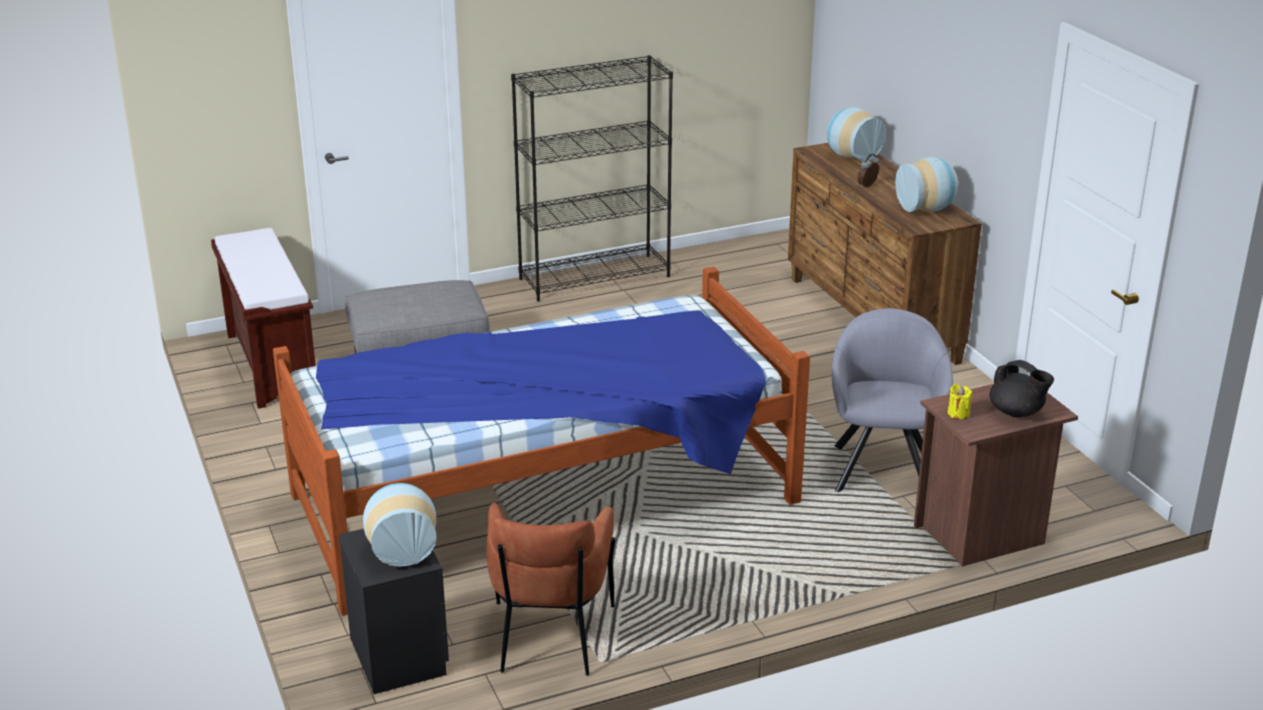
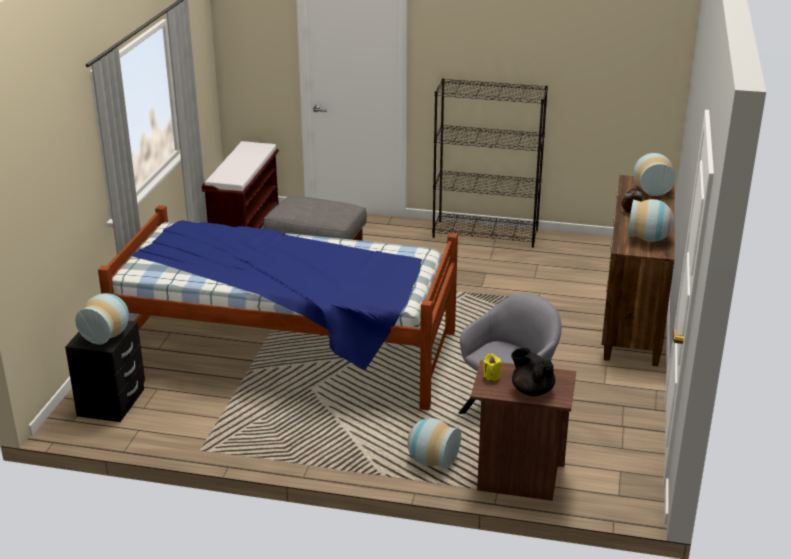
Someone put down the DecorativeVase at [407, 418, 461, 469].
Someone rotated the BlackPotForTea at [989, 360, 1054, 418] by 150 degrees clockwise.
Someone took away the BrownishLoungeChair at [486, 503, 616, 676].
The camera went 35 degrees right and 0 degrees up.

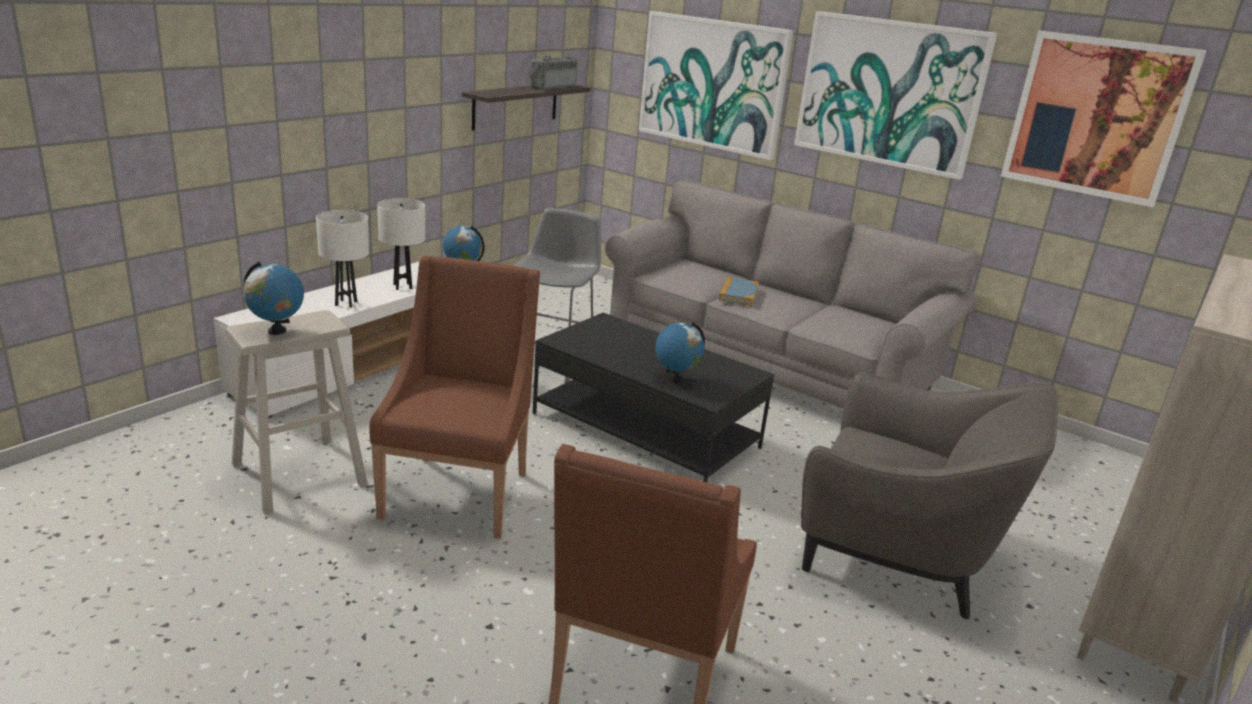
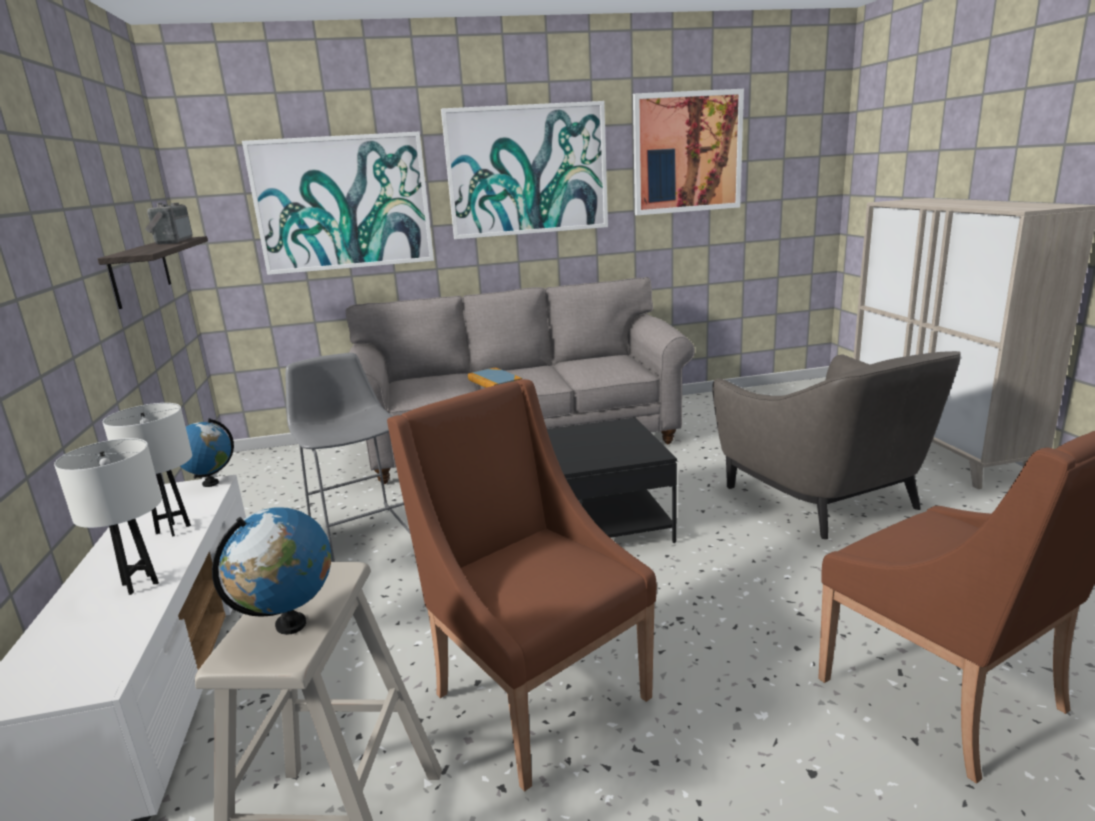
Someone rotated the GreyLoungeChair at [801, 372, 1058, 619] by 90 degrees clockwise.
Someone took away the WorldGlobe at [656, 322, 705, 383].
The camera went 45 degrees left and 5 degrees down.

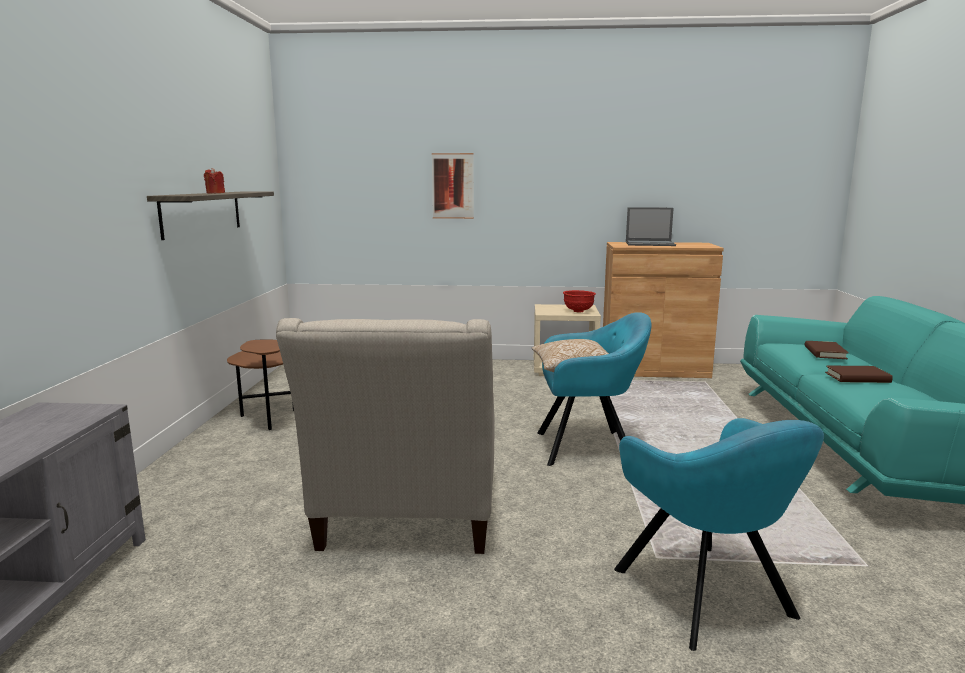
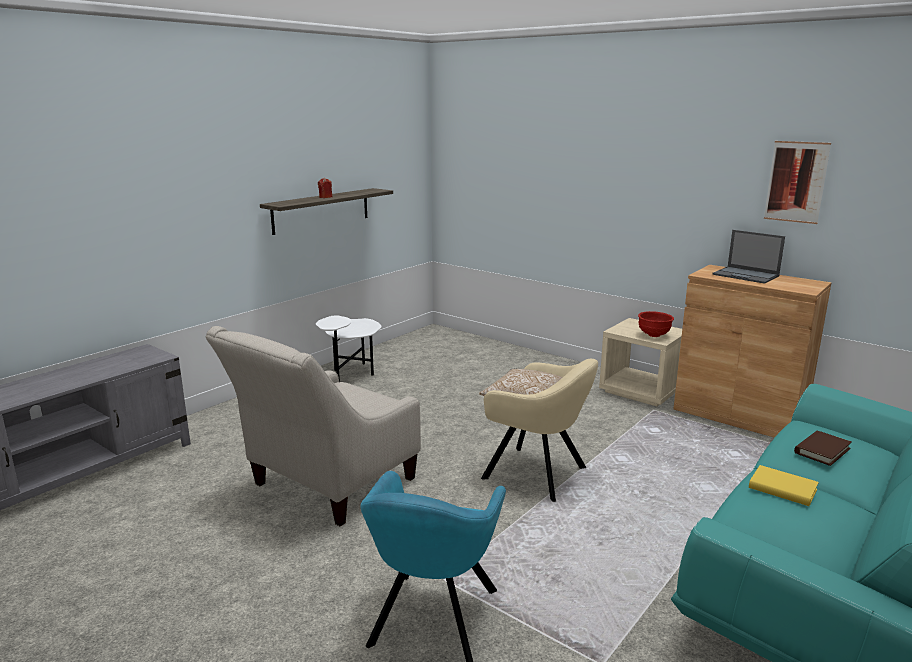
Someone repainted the BrownishSideTable at [227, 340, 294, 430], which became the WhitishSideTable at [316, 315, 382, 382].
Someone repainted the TurquoiseLoungeChair at [537, 312, 651, 466], which became the BeigeLoungeChair at [481, 359, 598, 502].
Someone repainted the BrownishBoundBook at [825, 366, 893, 383], which became the YellowColouredBoundBook at [749, 465, 819, 506].
Someone carried the WallArt from [432, 153, 474, 219] to [764, 141, 831, 224].
The camera went 35 degrees right and 5 degrees up.

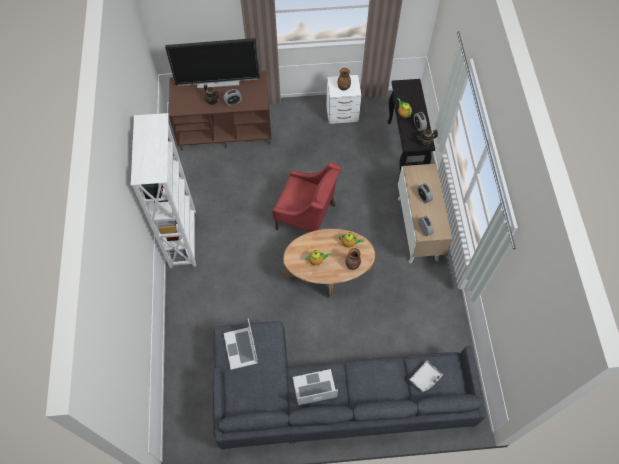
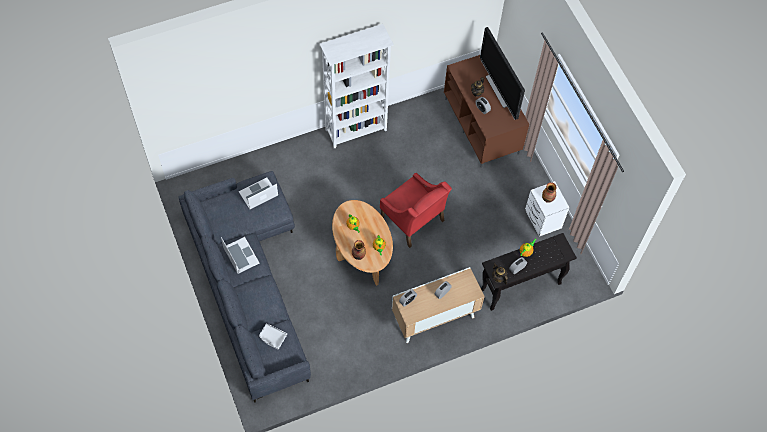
Someone rotated the ReddishLoungeChair at [272, 162, 342, 232] by 45 degrees counterclockwise.
The camera went 70 degrees right and 0 degrees up.

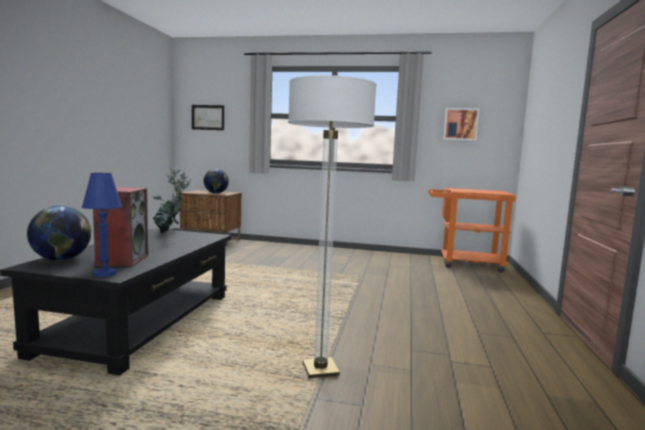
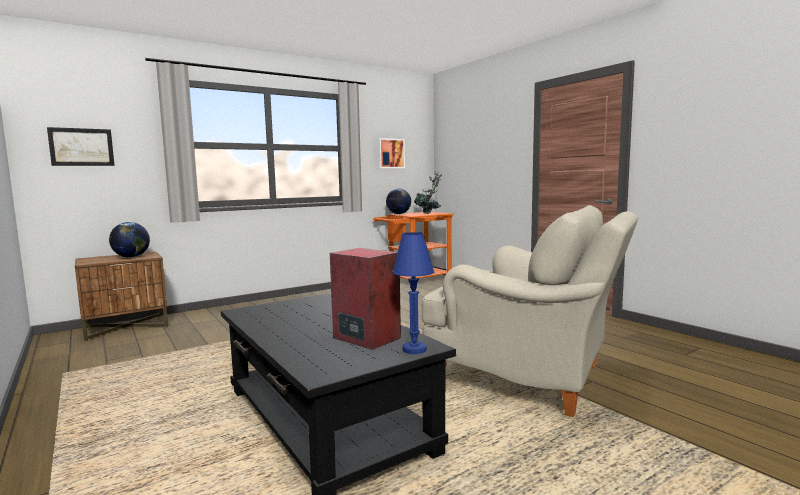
Someone carried the WorldGlobe from [27, 206, 91, 260] to [386, 188, 411, 214].
Someone carried the PottedPlant from [152, 167, 191, 233] to [414, 171, 443, 214].
Someone swapped the FloorLamp at [288, 75, 376, 378] for the BeigeLoungeChair at [422, 205, 638, 417].
The camera went 45 degrees left and 0 degrees up.

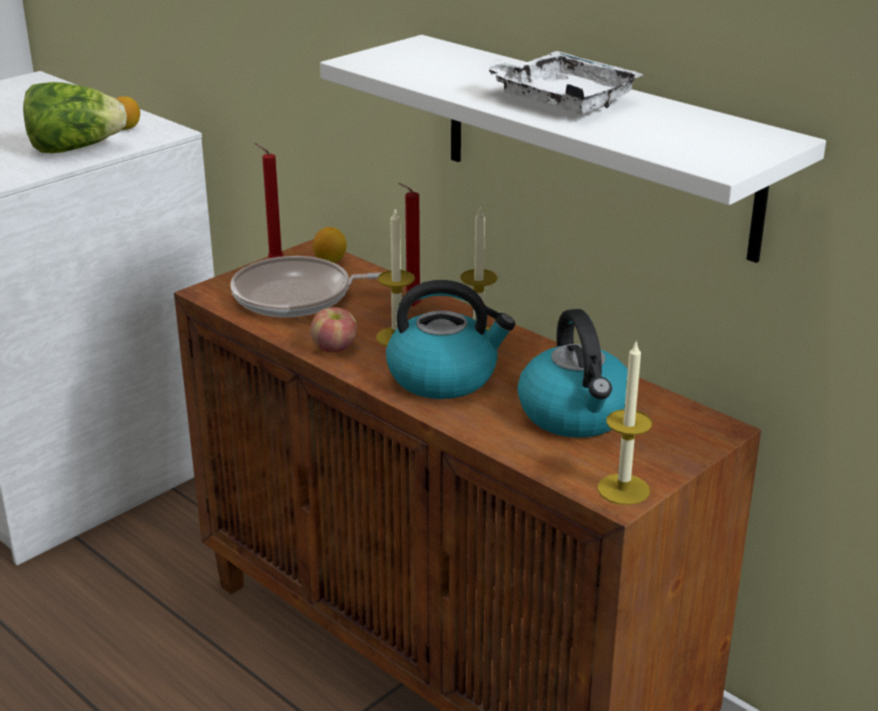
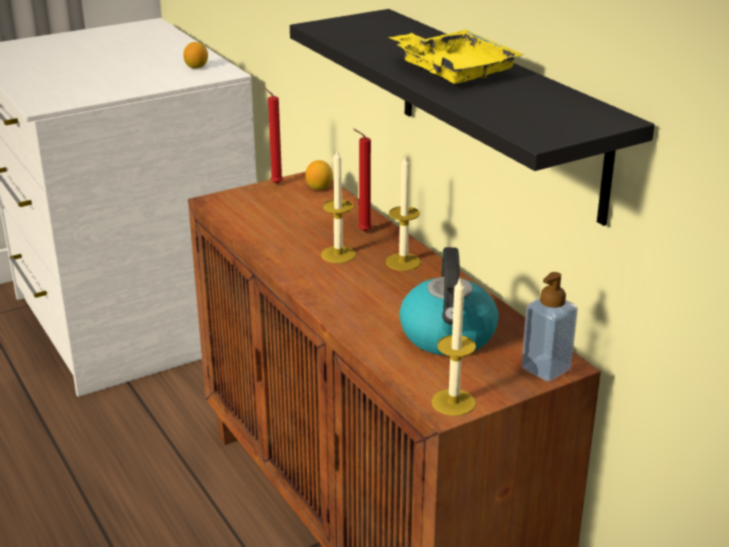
Someone repainted the WhitishShelf at [320, 35, 826, 263], which became the BlackShelf at [290, 9, 655, 226].
Someone repainted the WhitishTray at [475, 51, 646, 114], which became the YellowColouredTray at [389, 30, 524, 84].
Someone put down the LiquidSoapBottle at [521, 272, 578, 382].
Someone took away the LettuceHead at [23, 82, 127, 153].
Someone took away the Pan at [230, 256, 383, 317].
Someone took away the WholeApple at [310, 307, 357, 353].
Someone took away the Kettle at [386, 280, 515, 399].
The camera went 15 degrees right and 0 degrees up.

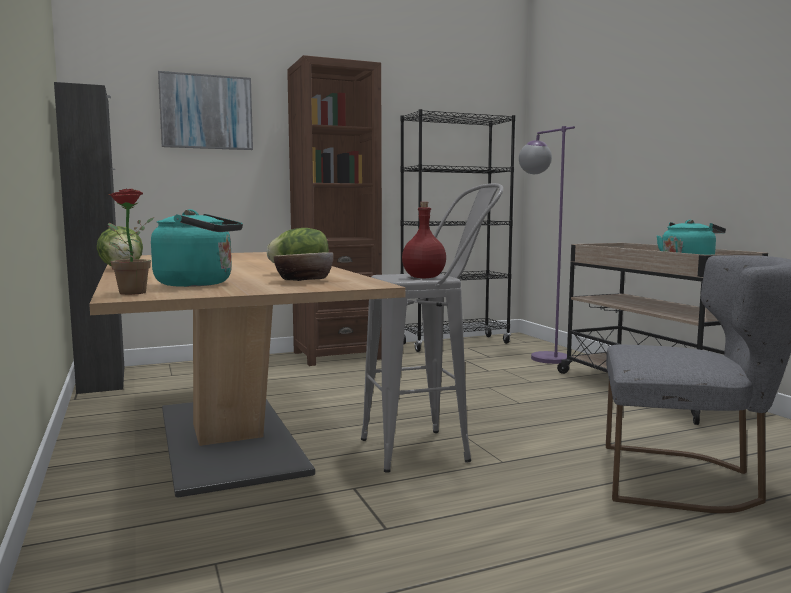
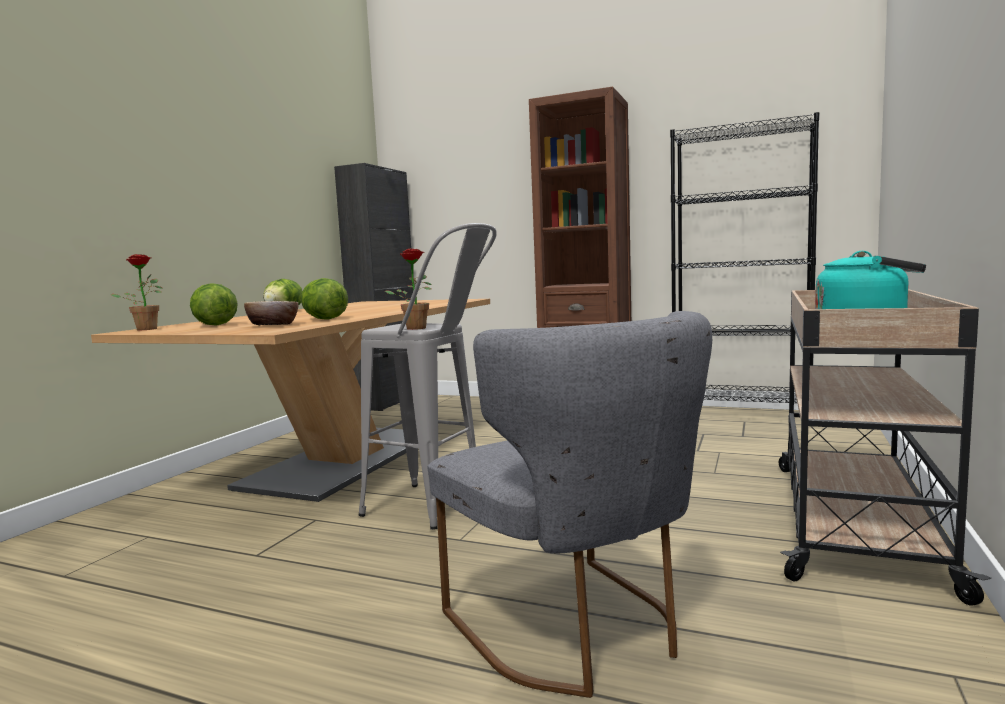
Someone swapped the TurquoiseKettle at [151, 209, 243, 287] for the LettuceHead at [190, 283, 238, 325].
Someone swapped the ReddishBottle at [402, 202, 446, 279] for the PottedPlant at [385, 249, 432, 330].
Someone took away the WallArt at [158, 71, 253, 150].
Someone took away the PurpleFloorLamp at [519, 126, 575, 364].
The camera went 45 degrees right and 0 degrees up.

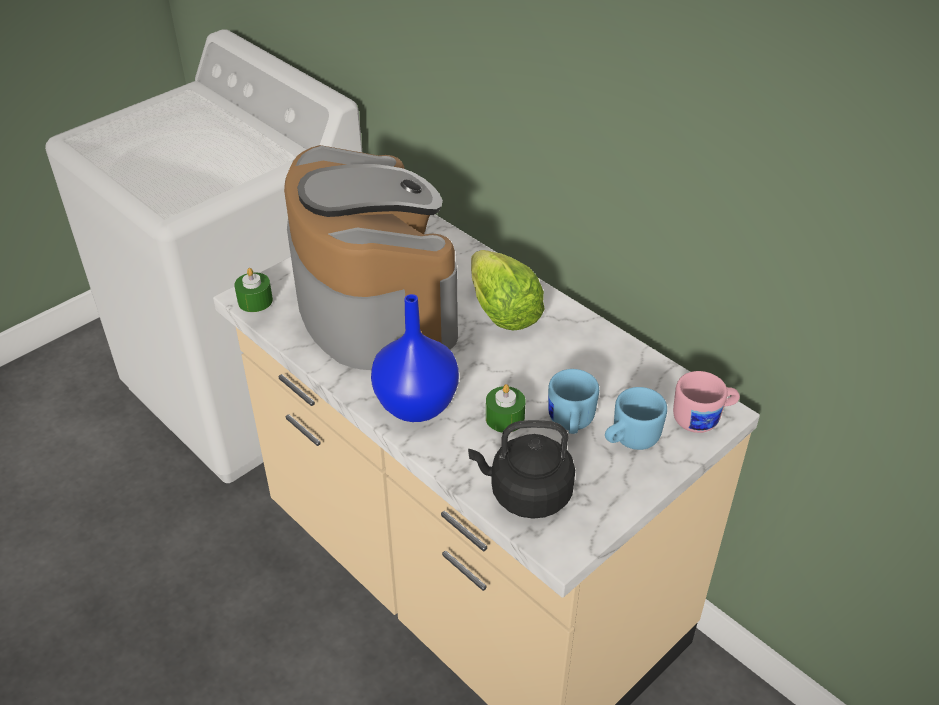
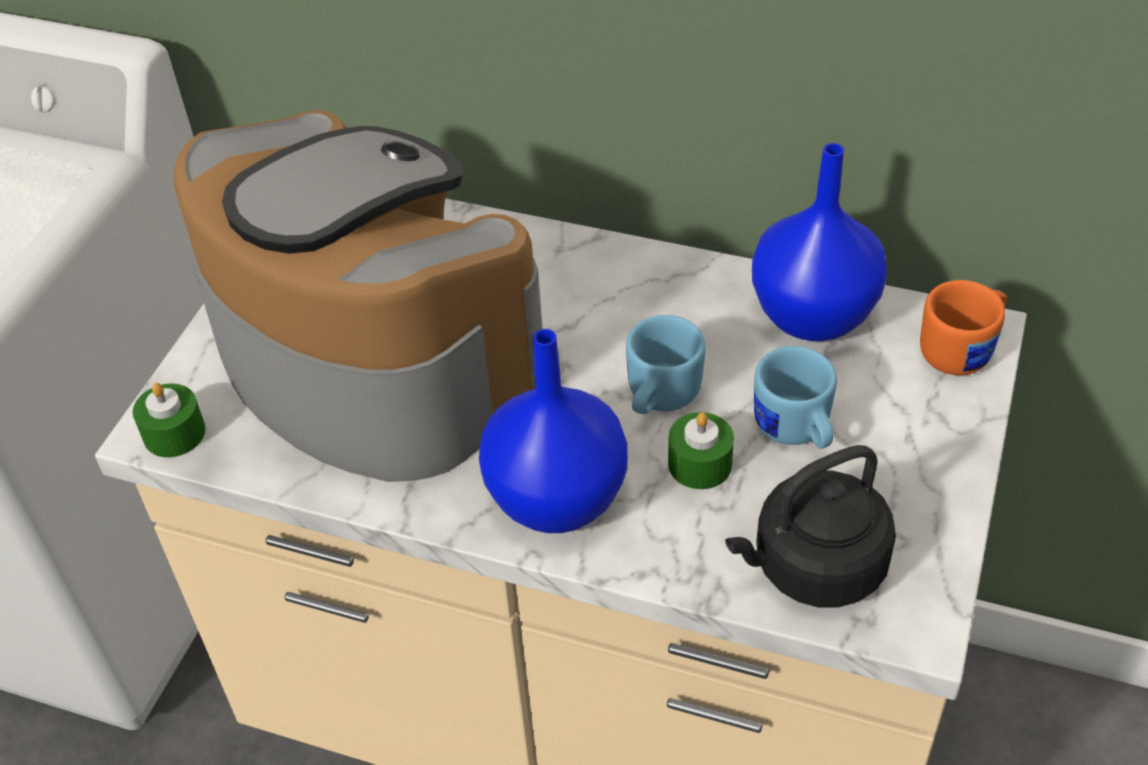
Someone carried the BlueColouredMug from [605, 387, 667, 450] to [626, 315, 706, 414].
Someone put down the BlueColouredDecorativeVase at [752, 143, 887, 341].
Someone repainted the PinkColouredMug at [673, 371, 740, 433], which became the OrangeColouredMug at [920, 280, 1007, 375].
Someone took away the LettuceHead at [471, 250, 544, 331].
The camera went 25 degrees left and 5 degrees up.

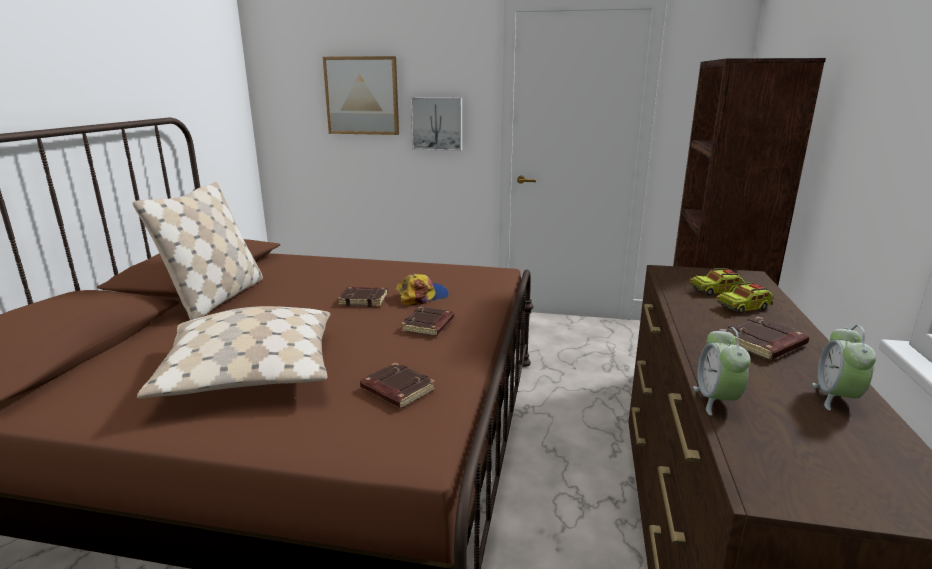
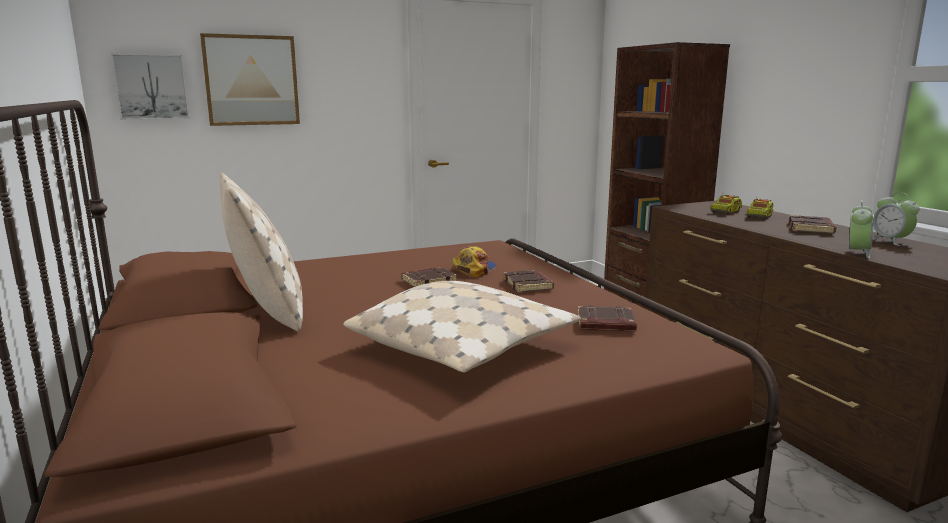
Someone carried the WallArt from [410, 97, 462, 151] to [111, 53, 190, 120].
Someone rotated the TableClock at [693, 327, 751, 416] by 120 degrees counterclockwise.
The camera went 35 degrees left and 5 degrees down.

